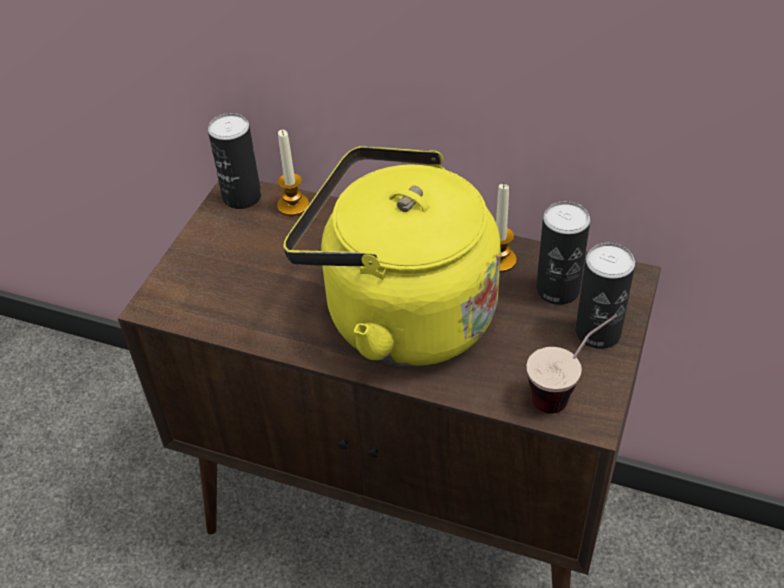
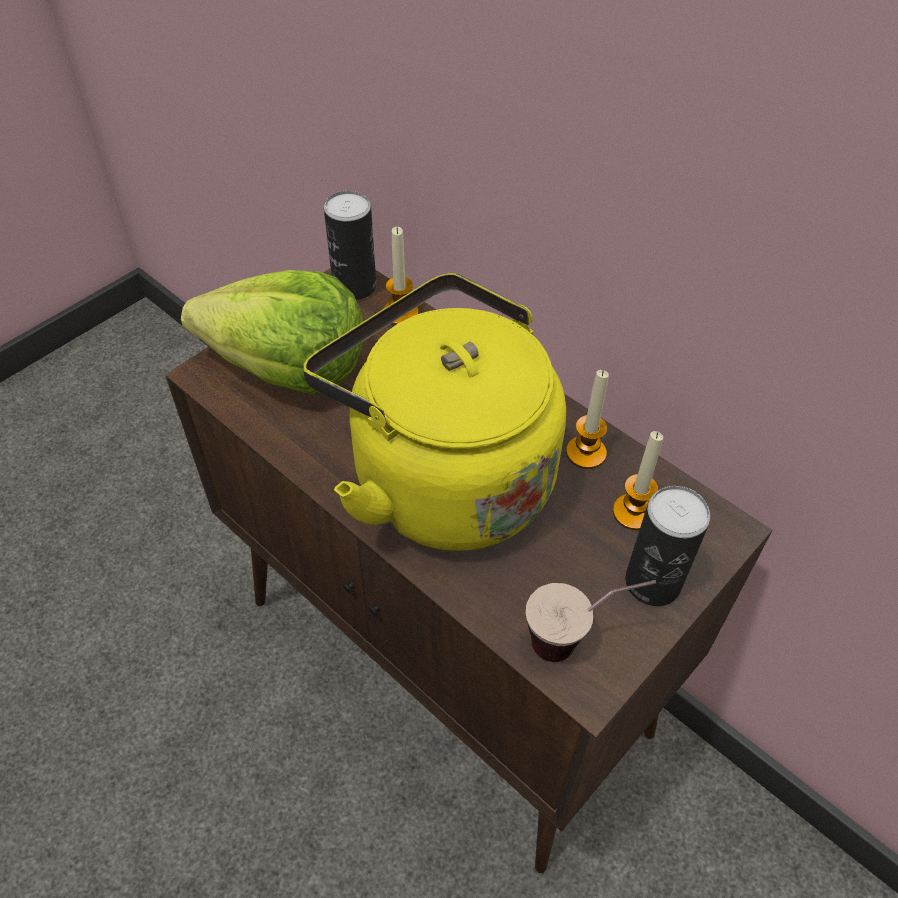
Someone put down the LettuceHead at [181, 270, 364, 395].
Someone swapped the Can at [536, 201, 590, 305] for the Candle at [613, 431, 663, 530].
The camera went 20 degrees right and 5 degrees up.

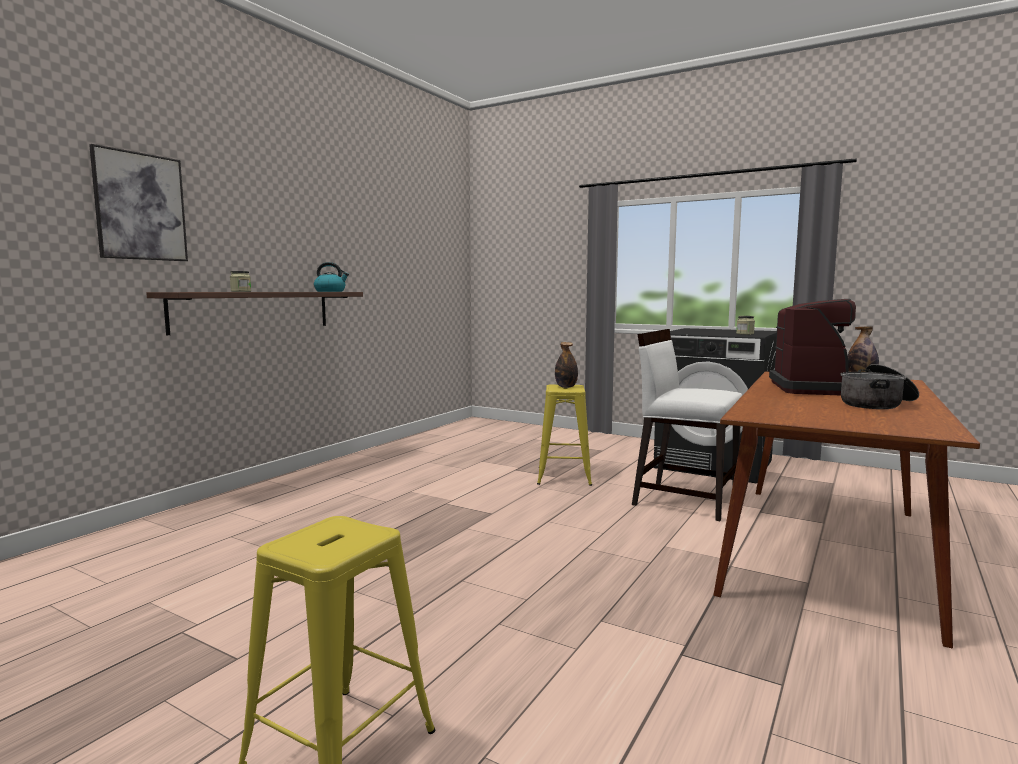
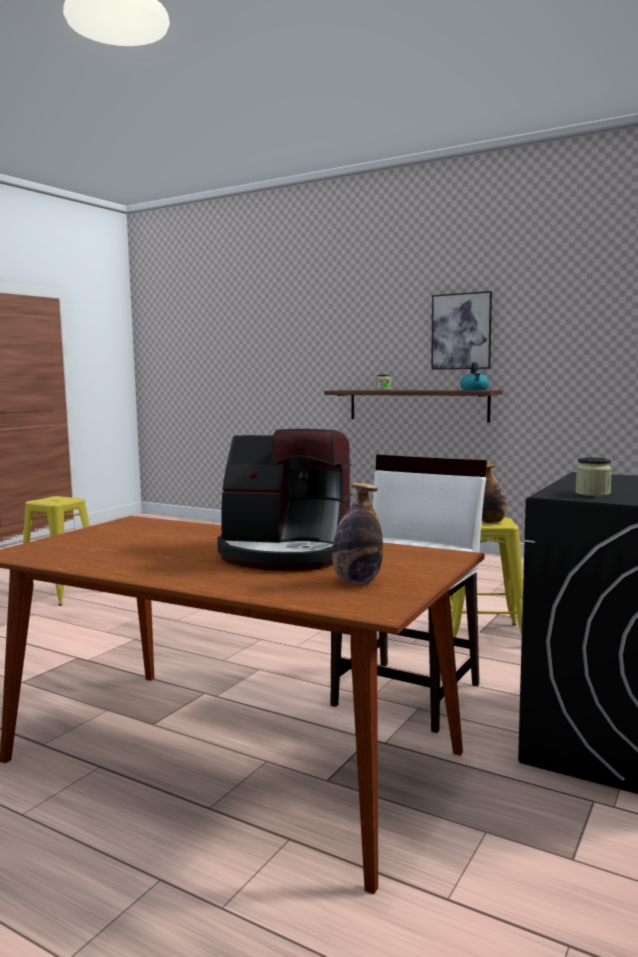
Someone carried the WallArt from [89, 144, 188, 261] to [431, 291, 492, 370].
Someone took away the CookingPot at [841, 364, 919, 409].
The camera went 90 degrees right and 0 degrees up.

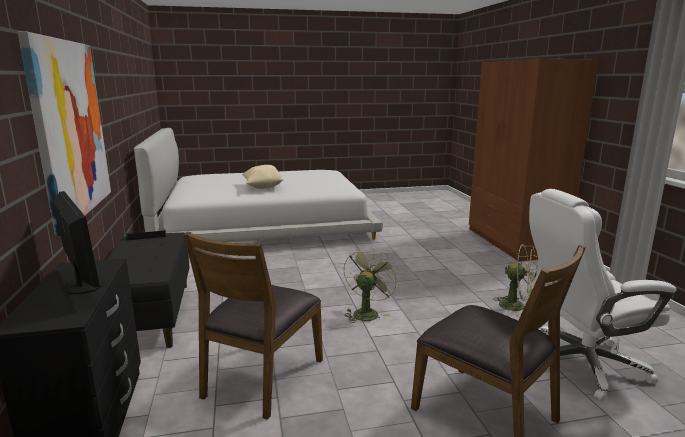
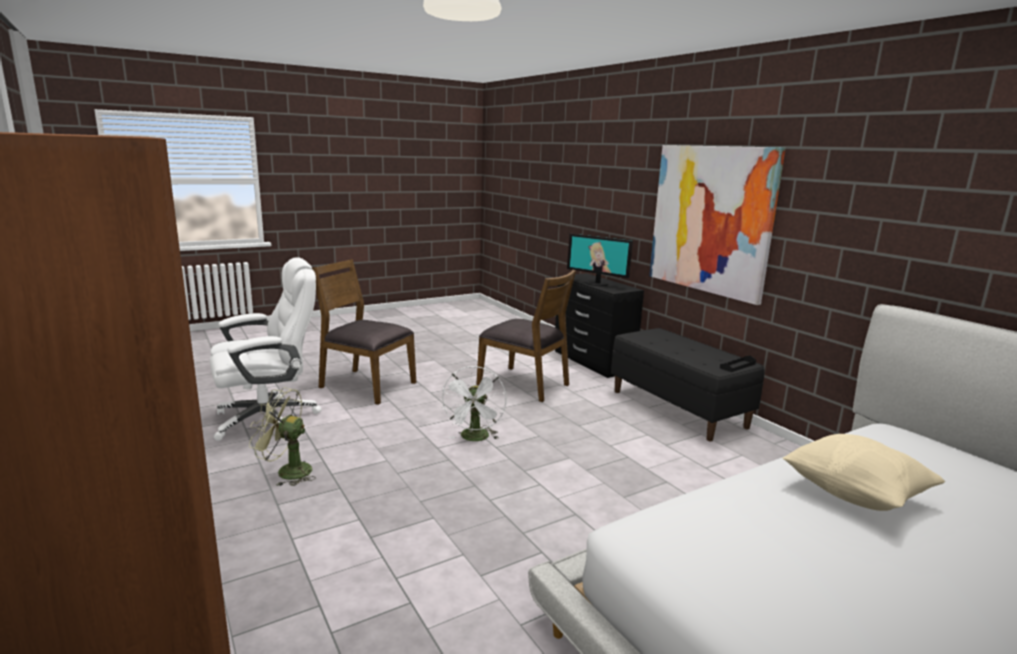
Someone repainted the GreenFan at [344, 247, 398, 323], which became the WhitishFan at [442, 366, 506, 441].
Someone rotated the BrownishChair at [184, 232, 323, 420] by 120 degrees clockwise.
The camera went 160 degrees right and 0 degrees up.

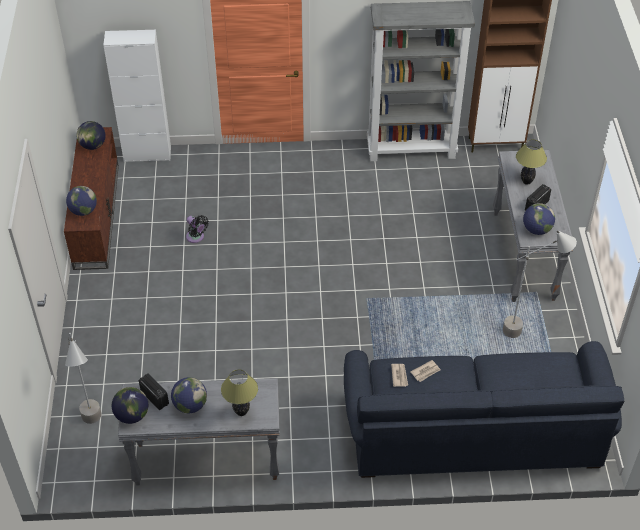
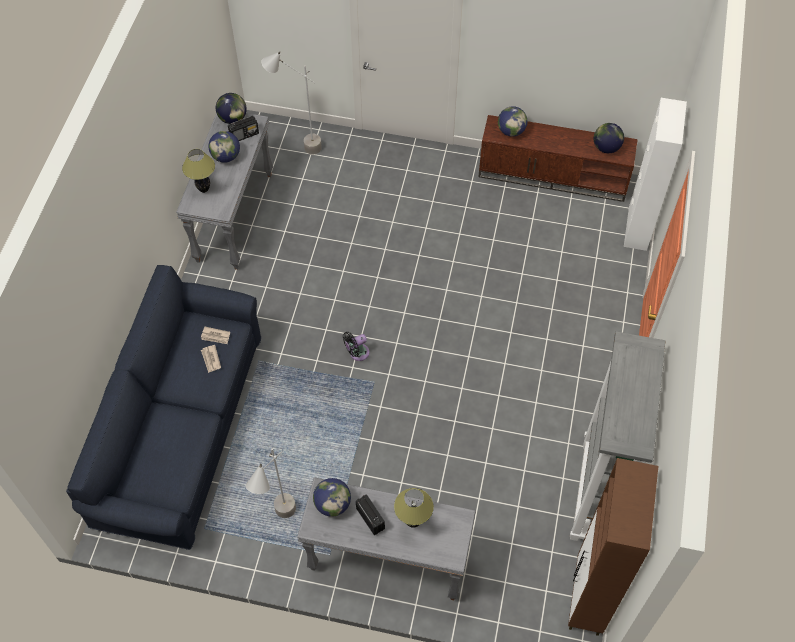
Someone carried the BlackFan from [186, 215, 209, 243] to [343, 332, 369, 361].
The camera went 105 degrees right and 10 degrees up.

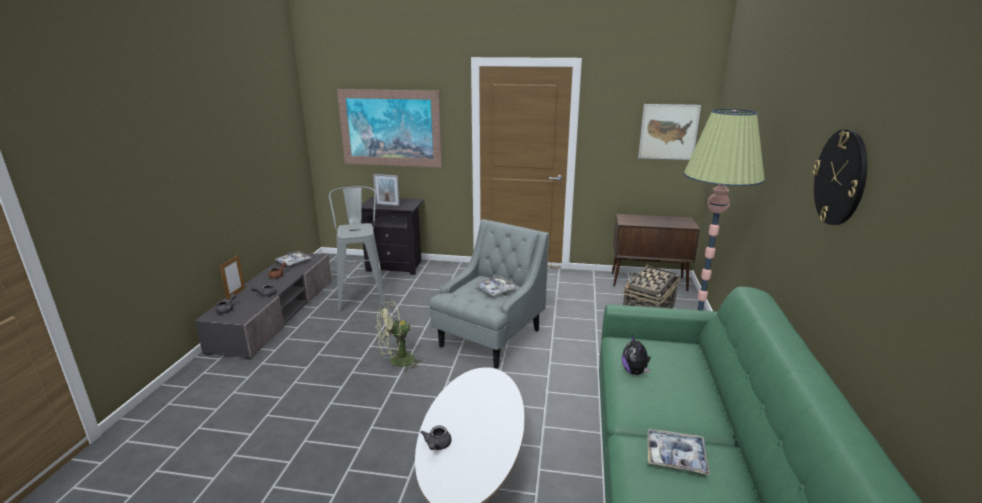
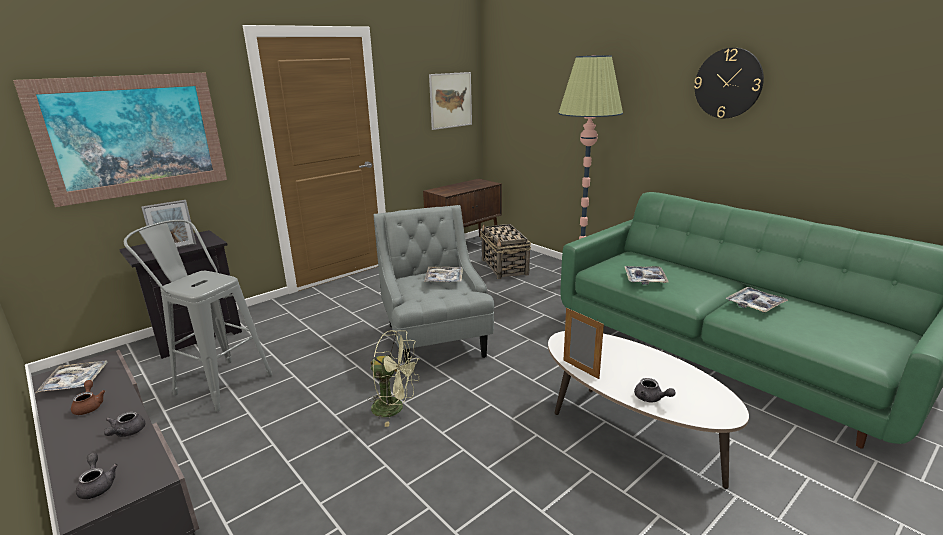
Someone rotated the GreenFan at [376, 302, 423, 372] by 90 degrees counterclockwise.
Someone carried the StandingFrame from [220, 255, 245, 300] to [564, 308, 604, 379].
Someone swapped the PlushToy at [622, 335, 650, 375] for the Tray at [624, 266, 669, 285].
The camera went 50 degrees left and 0 degrees up.

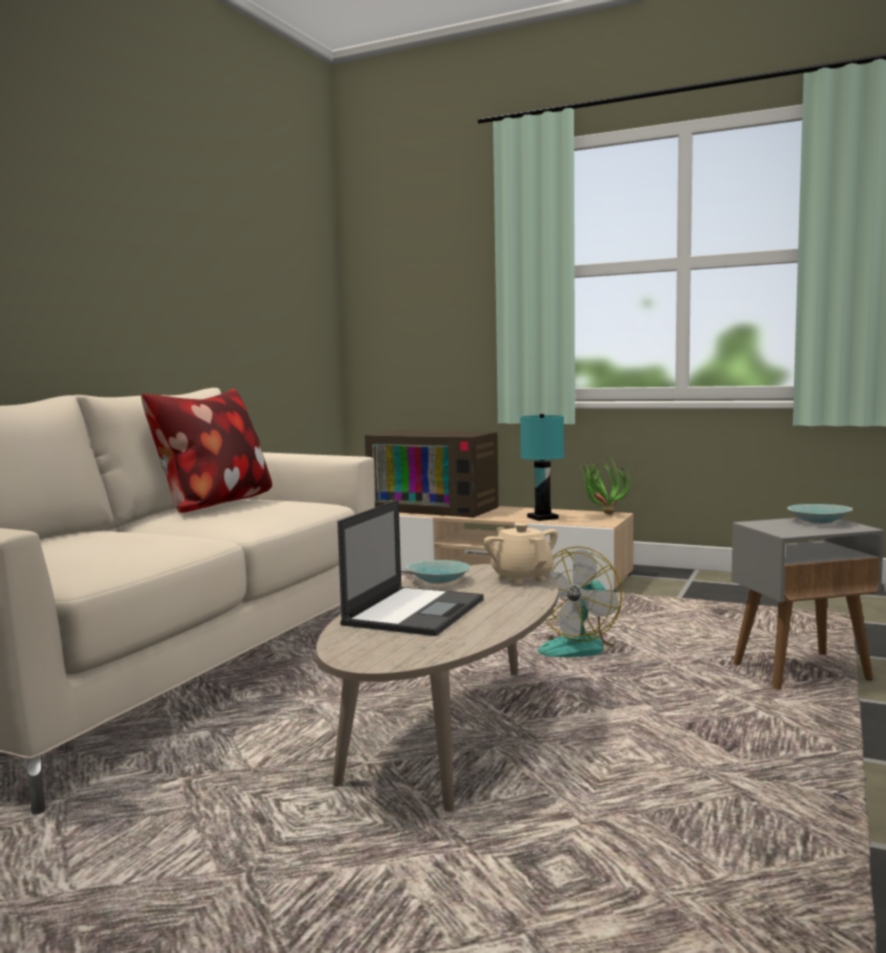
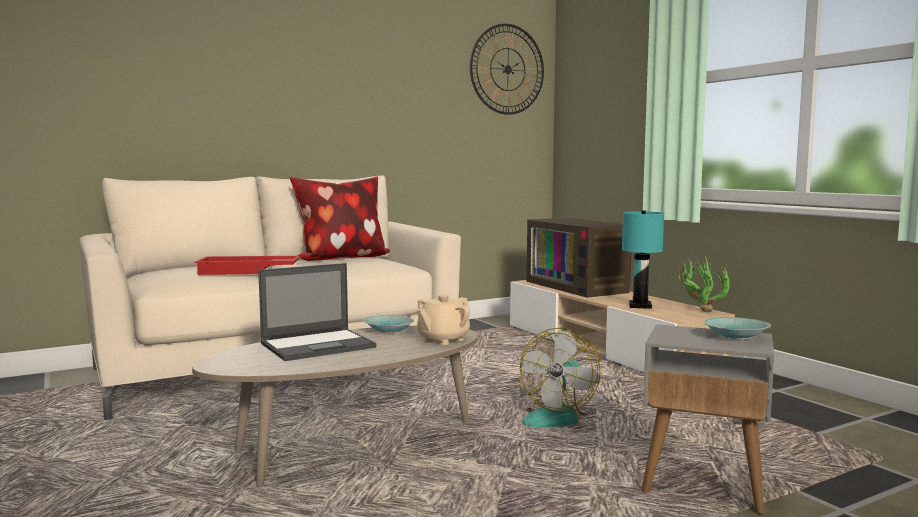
Someone put down the ReddishTray at [194, 256, 301, 275].
Someone rotated the BeigePotForTea at [483, 523, 558, 585] by 150 degrees counterclockwise.
Someone put up the HangingClock at [470, 24, 544, 115].
Someone rotated the Fan at [538, 546, 622, 657] by 45 degrees counterclockwise.
The camera went 35 degrees right and 0 degrees up.

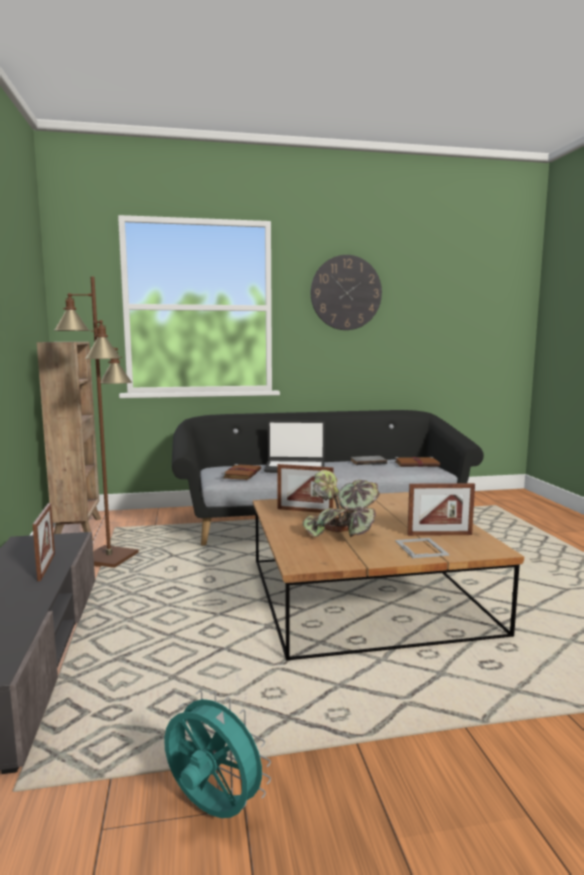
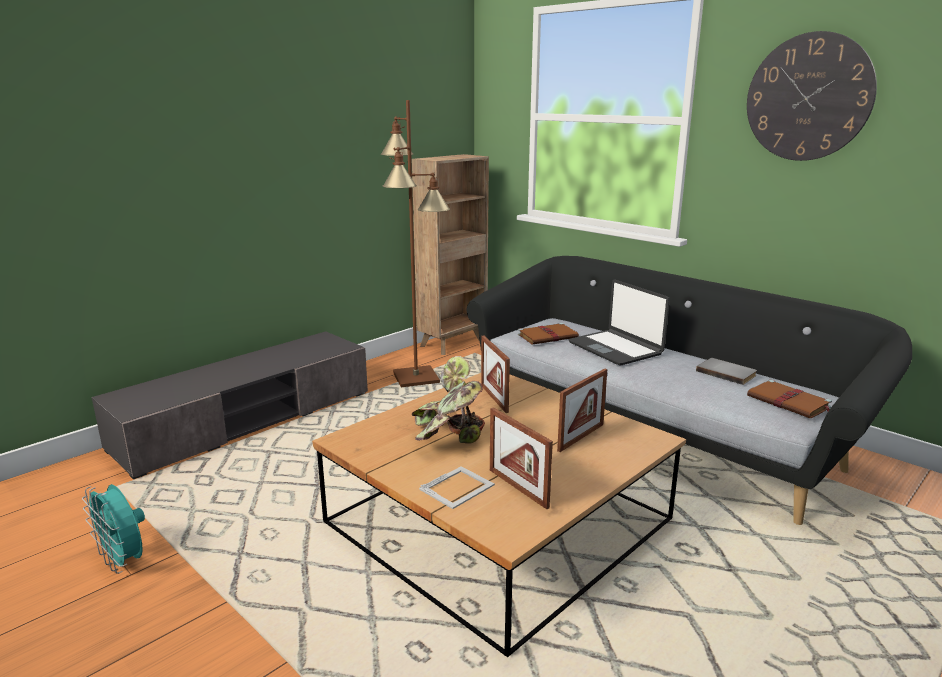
Someone rotated the TurquoiseFan at [164, 690, 271, 818] by 135 degrees clockwise.
Someone carried the StandingFrame from [33, 503, 55, 581] to [557, 368, 607, 452].
The camera went 55 degrees right and 10 degrees up.

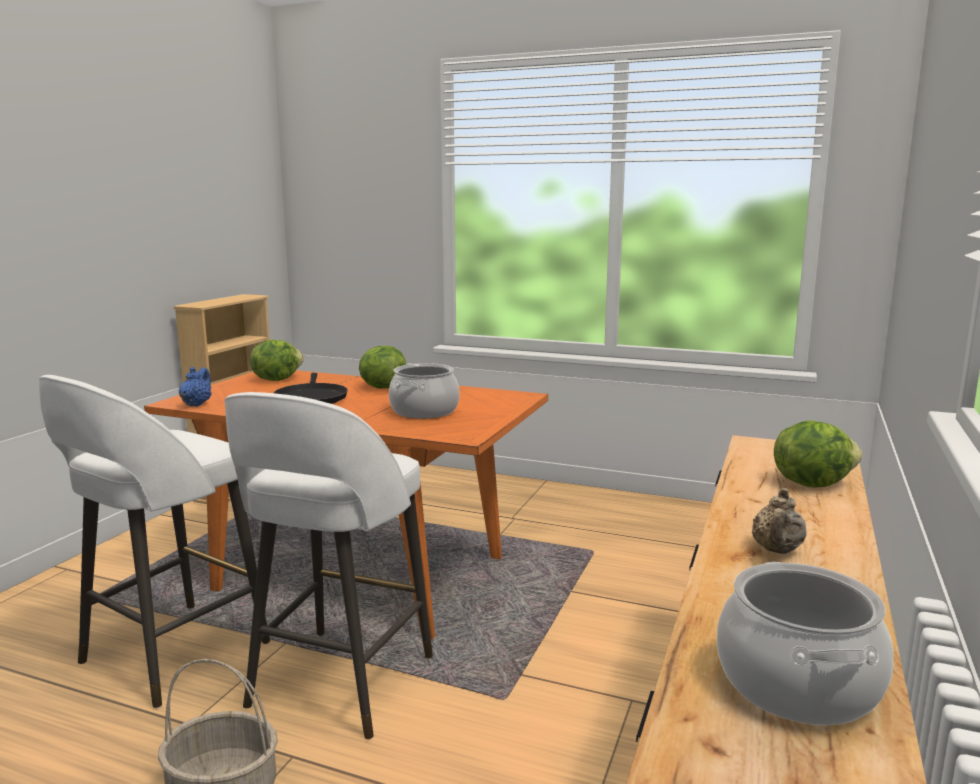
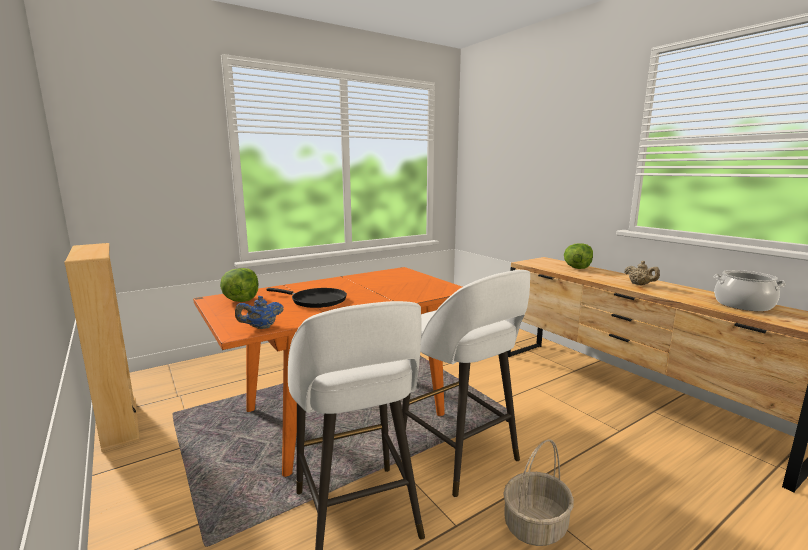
Someone rotated the BlueColouredPotForTea at [179, 367, 212, 407] by 75 degrees counterclockwise.
Someone took away the LettuceHead at [359, 346, 407, 389].
Someone took away the CookingPot at [389, 363, 460, 419].
The camera went 55 degrees left and 0 degrees up.

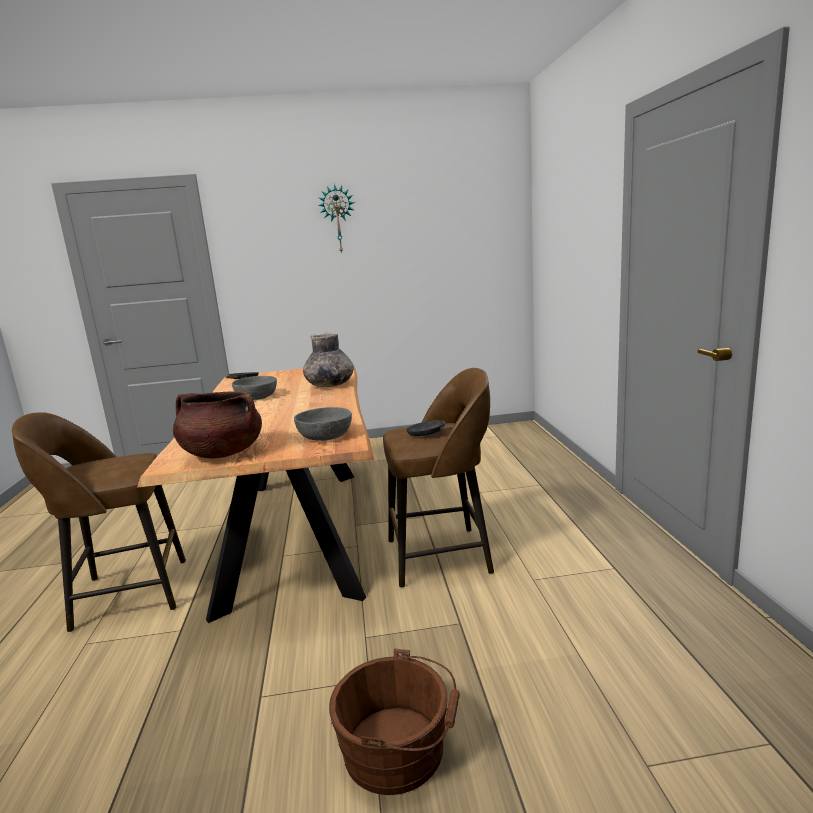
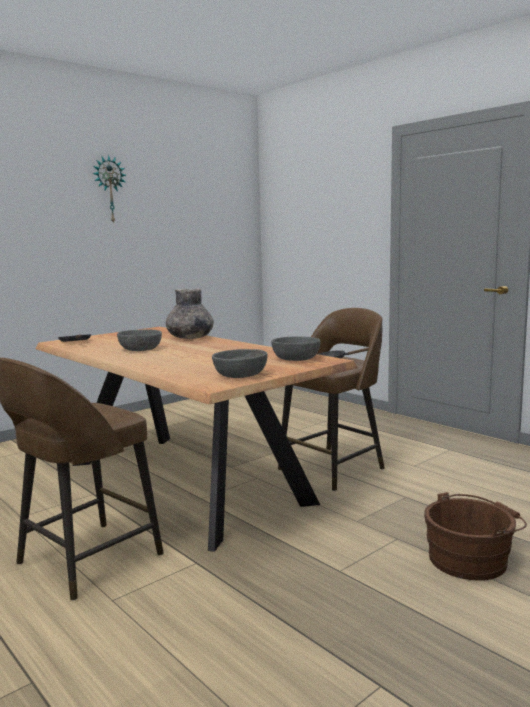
Someone swapped the BrownishCookingPot at [173, 391, 262, 458] for the GreyServingBowl at [212, 349, 267, 378].
The camera went 35 degrees left and 5 degrees down.

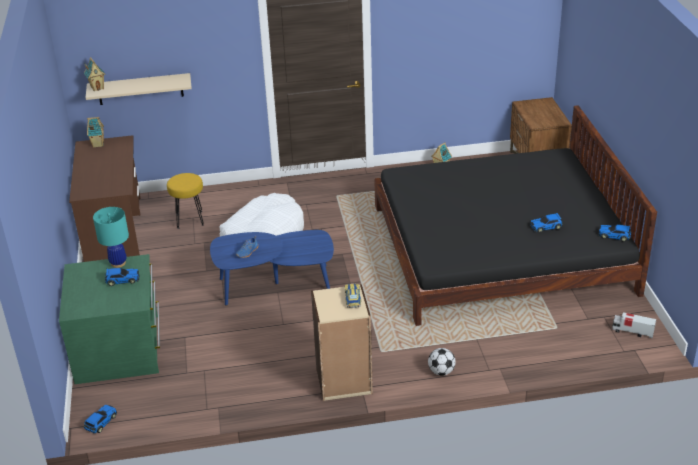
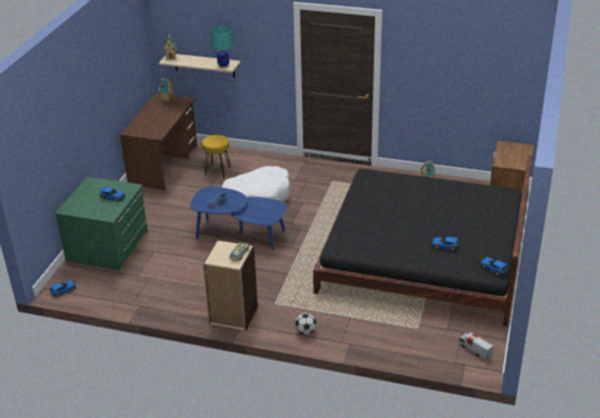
Someone carried the TurquoiseLampForATable from [93, 207, 129, 268] to [210, 26, 232, 68].
The camera went 25 degrees right and 0 degrees up.

